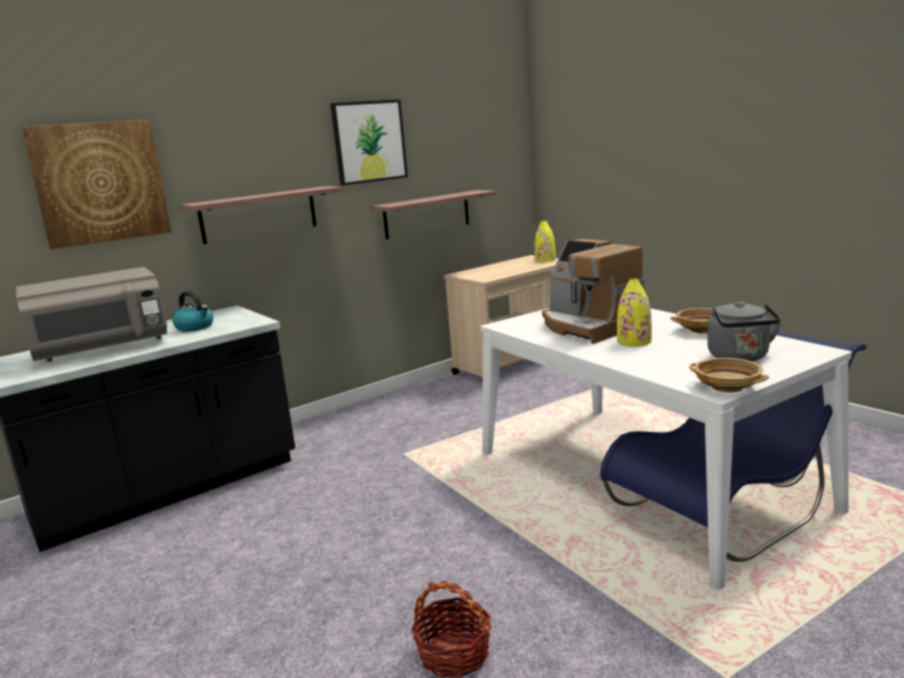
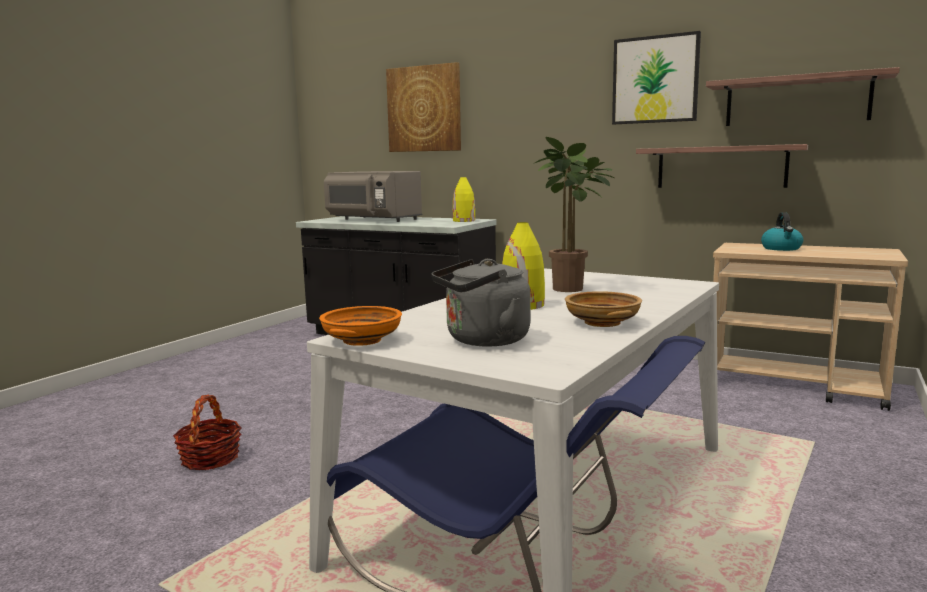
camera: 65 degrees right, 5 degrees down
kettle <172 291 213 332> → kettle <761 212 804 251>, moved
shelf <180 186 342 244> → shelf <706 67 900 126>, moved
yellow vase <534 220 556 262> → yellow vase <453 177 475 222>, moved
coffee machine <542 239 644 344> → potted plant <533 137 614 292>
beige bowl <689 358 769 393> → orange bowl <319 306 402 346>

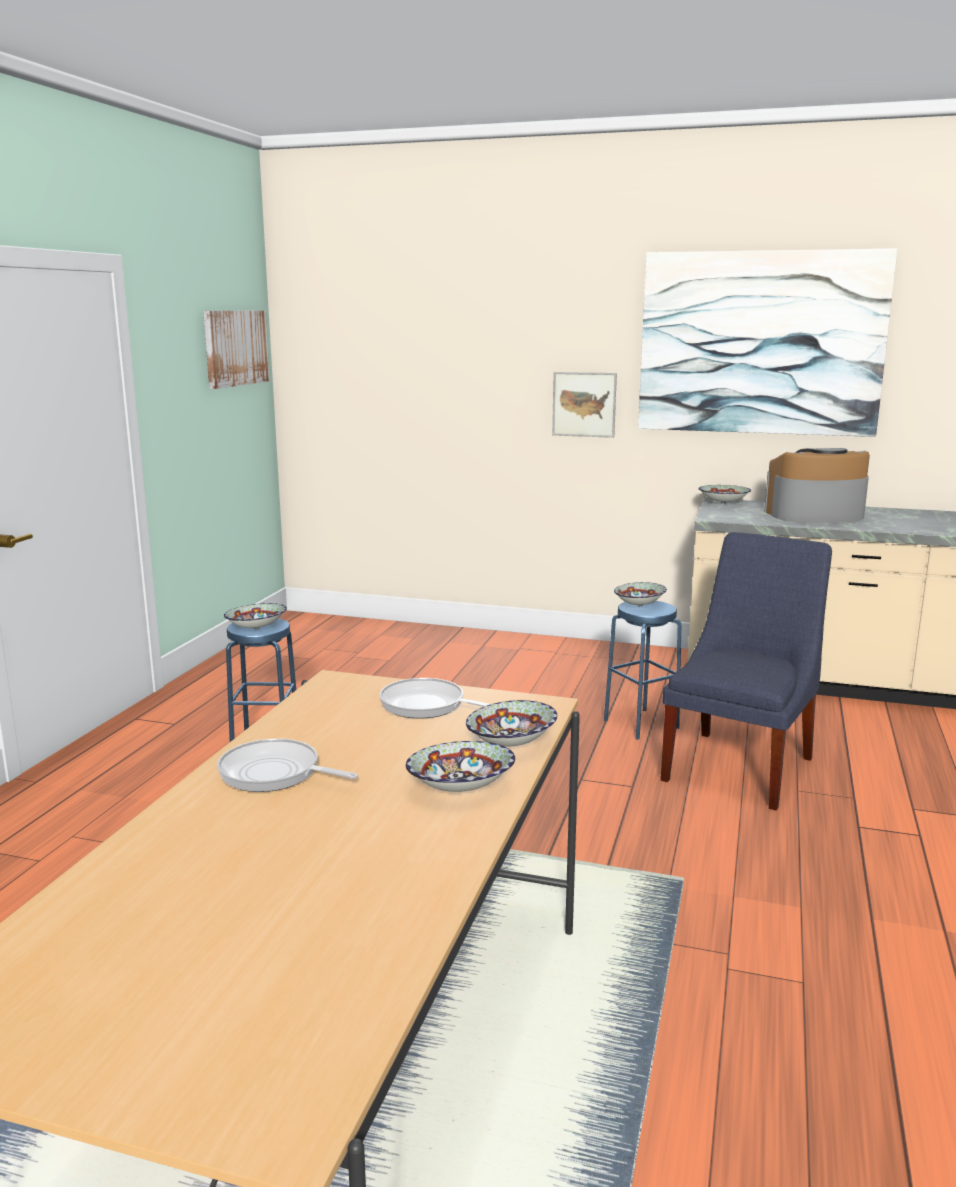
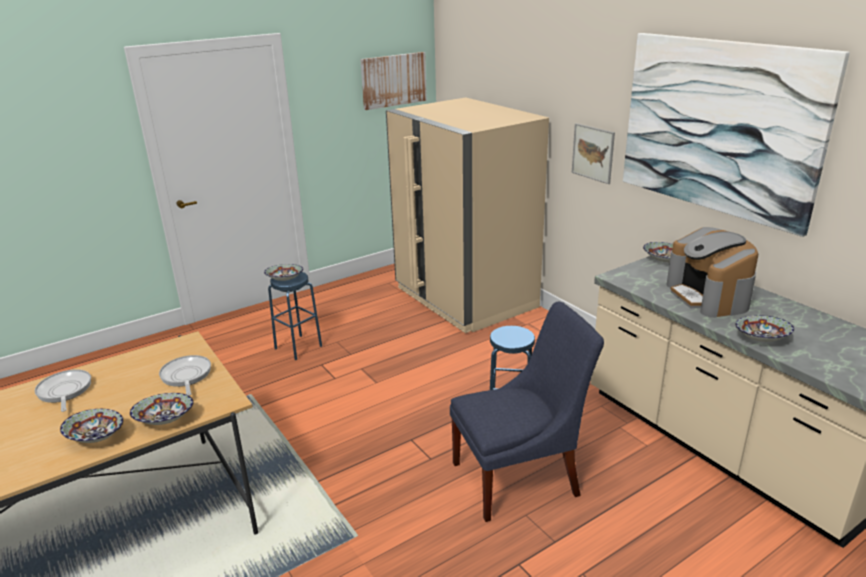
camera: 40 degrees right, 10 degrees up
bowl <614 582 667 606> → bowl <736 315 794 342>, moved
coffee machine <764 448 870 523> → coffee machine <666 227 758 318>, 135 degrees counterclockwise
- → beige fridge <386 97 549 333>

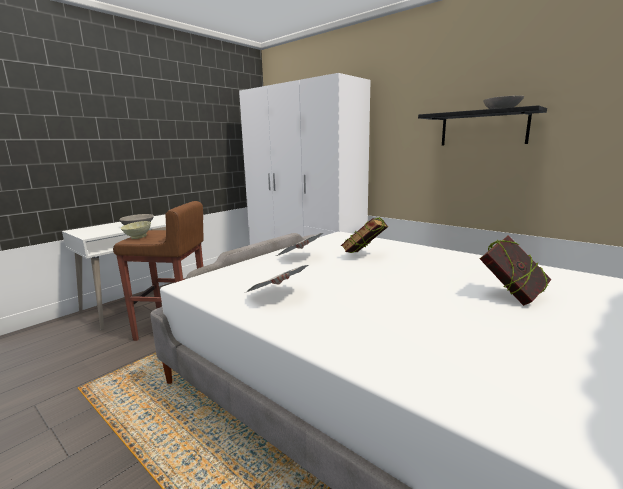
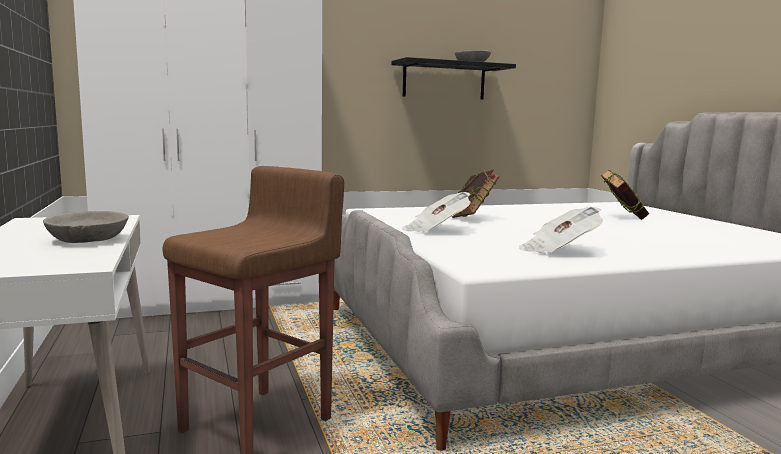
camera: 60 degrees left, 5 degrees down
beige bowl <121 221 151 239> → -

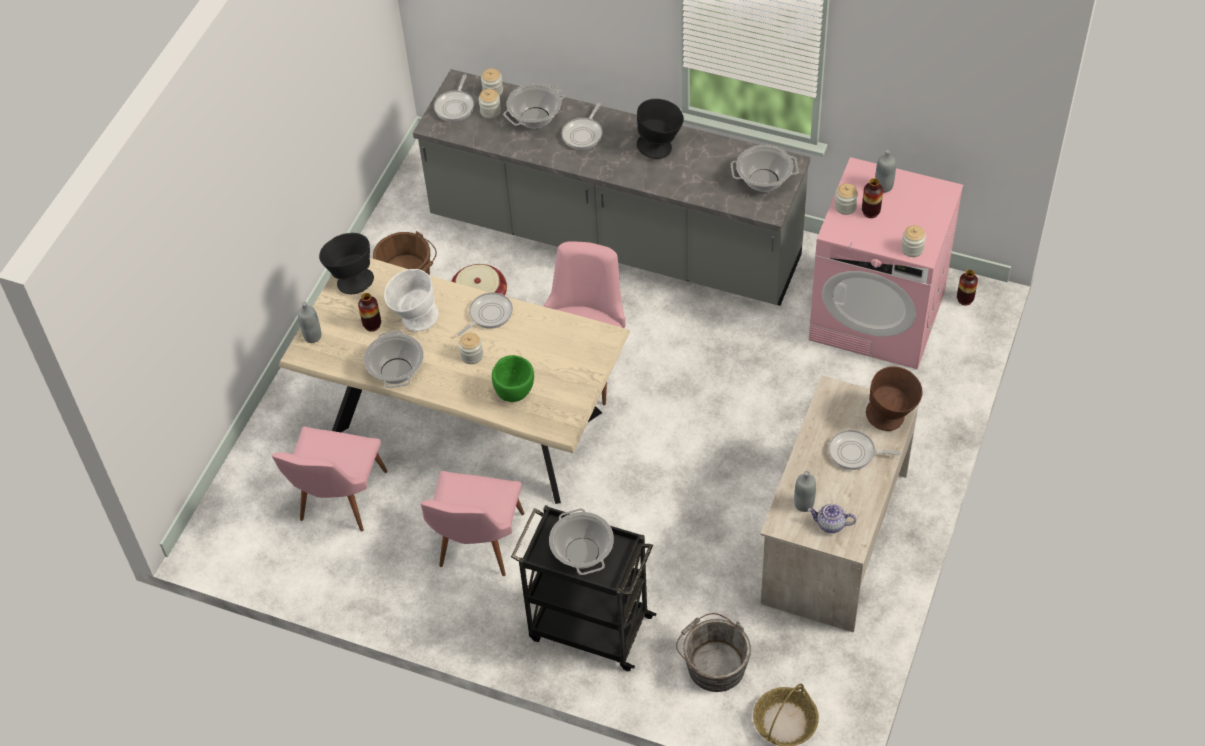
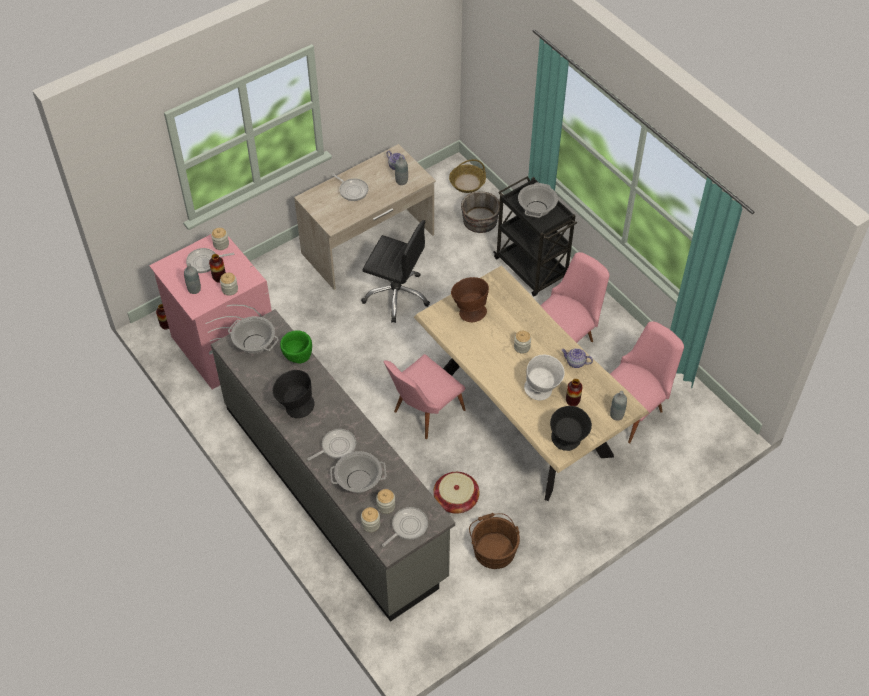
camera: 150 degrees left, 0 degrees up
cooking pot <364 331 424 388> → teapot <561 348 593 368>
frying pan <457 293 513 336> → frying pan <186 248 234 273>, moved
green bowl <492 355 534 402> → green bowl <280 330 312 364>, moved
brown bowl <866 366 923 431> → brown bowl <451 277 489 322>, moved
- → black office chair <361 220 430 323>

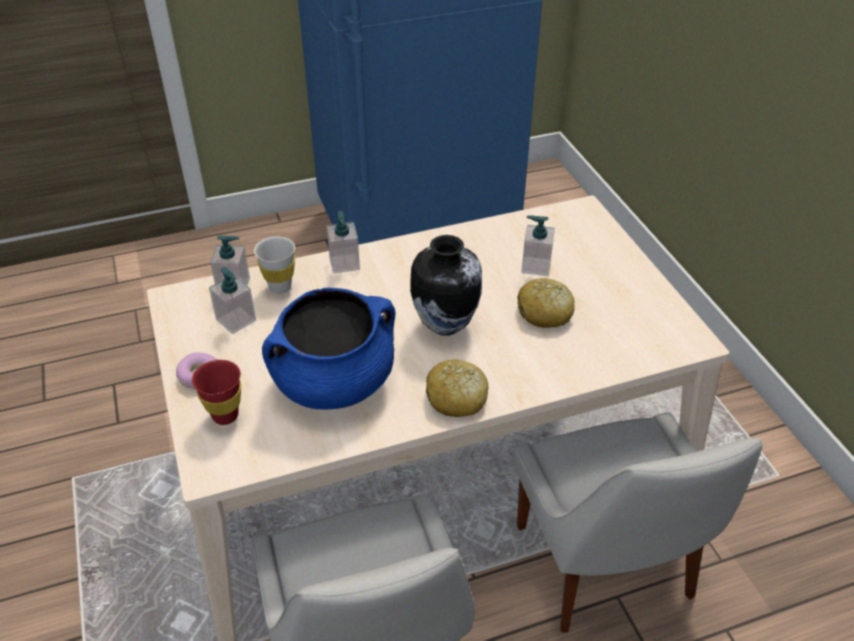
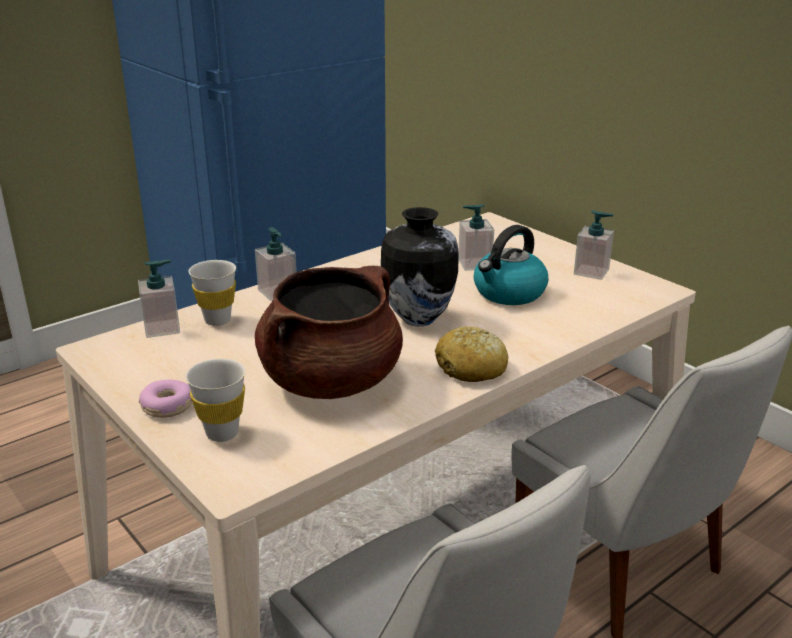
camera: 20 degrees left, 15 degrees down
red cup <192 360 241 425> → white cup <185 359 246 442>
soap dispenser <209 267 256 334> → soap dispenser <574 210 614 280>, moved
blue cooking pot <262 288 395 410> → brown cooking pot <255 266 403 399>
bread <517 278 574 328> → kettle <474 225 548 305>

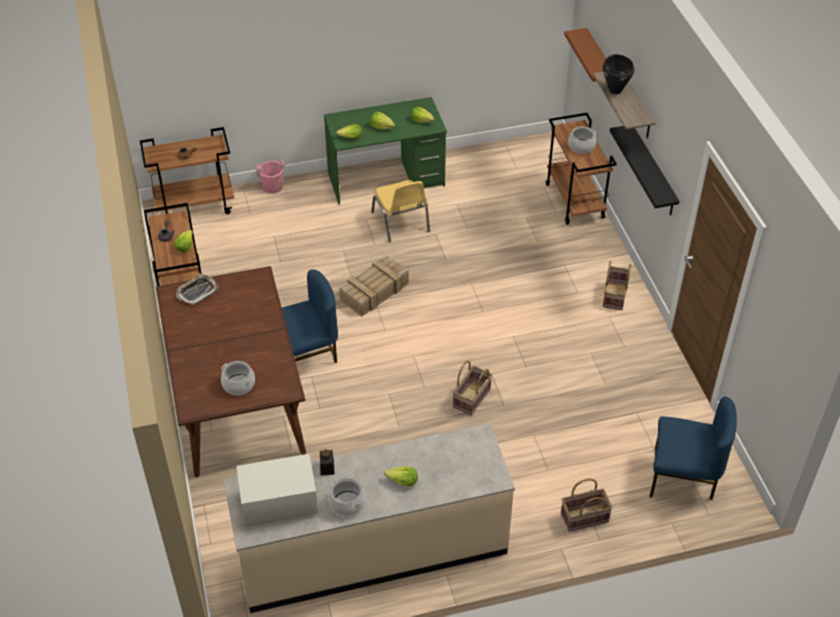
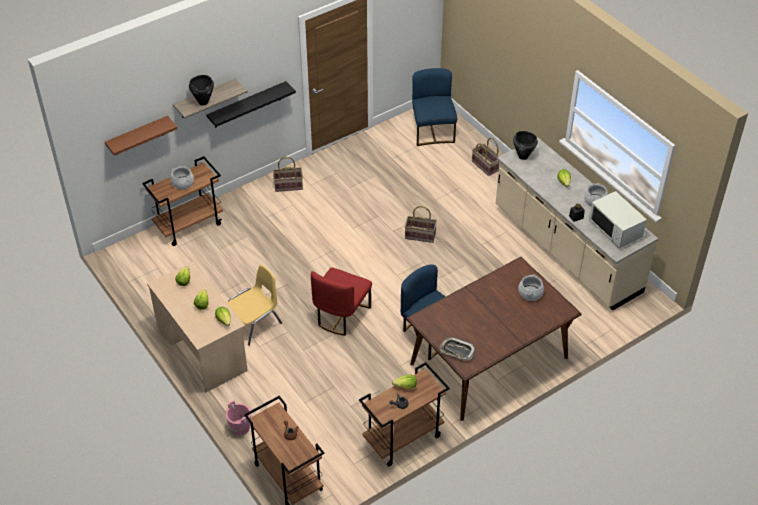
camera: 110 degrees left, 0 degrees up
green desk <324 97 447 205> → beige desk <147 261 248 392>
crate <339 255 409 317> → red chair <311 267 372 336>
- → black cooking pot <513 131 538 160>

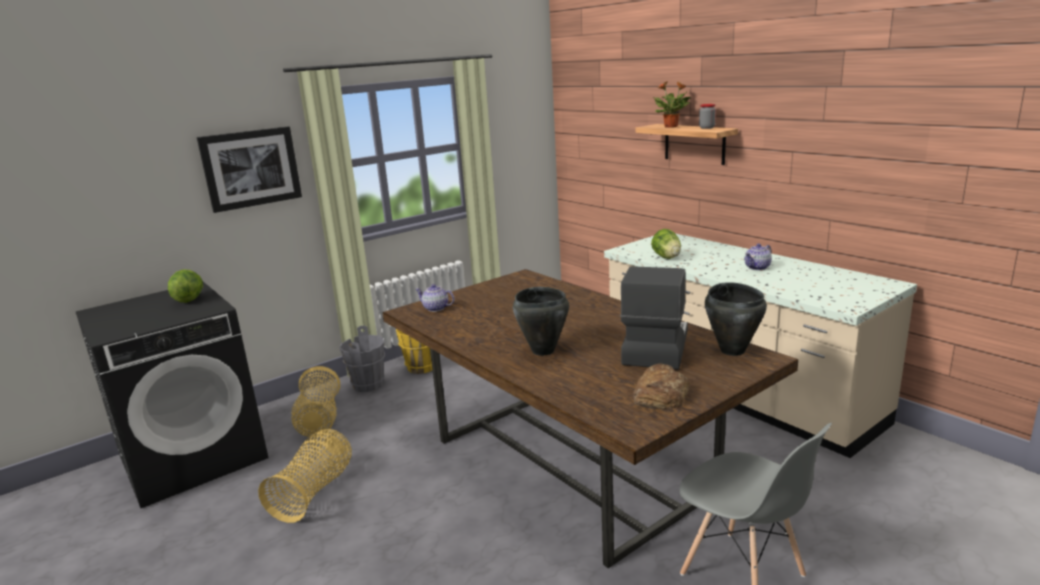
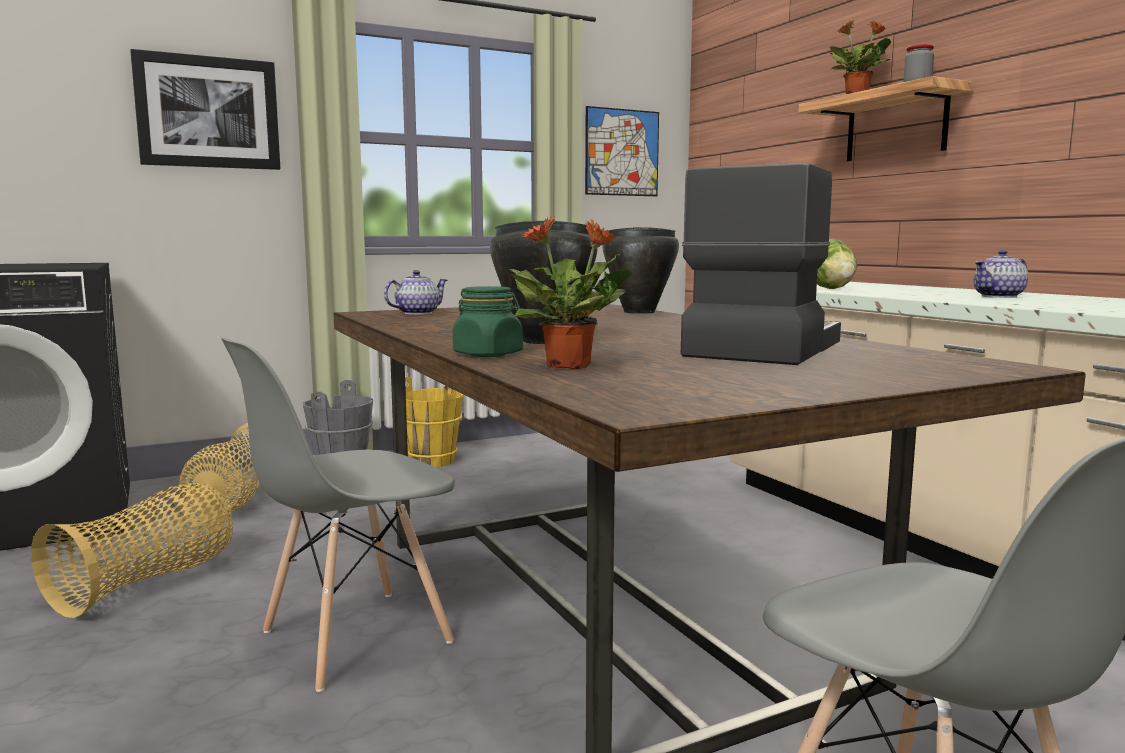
camera: 10 degrees right, 10 degrees down
lettuce <168 269 203 303> → -
teapot <415 284 455 312> → teapot <384 270 448 315>, 105 degrees clockwise
bread <633 363 690 409> → -
black cooking pot <705 282 767 356> → black cooking pot <602 227 679 314>, moved
- → grey chair <221 337 455 692>
- → green jar <453 286 523 357>
- → potted plant <509 217 632 369>
- → picture <585 106 659 196>

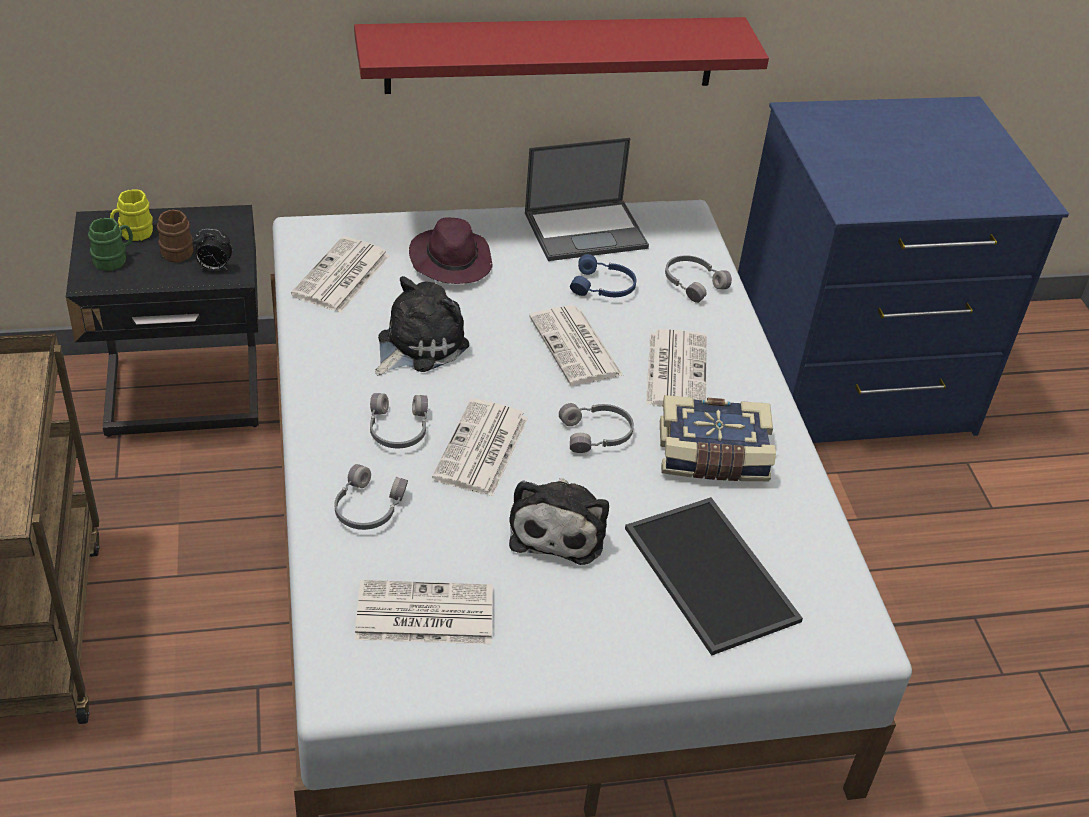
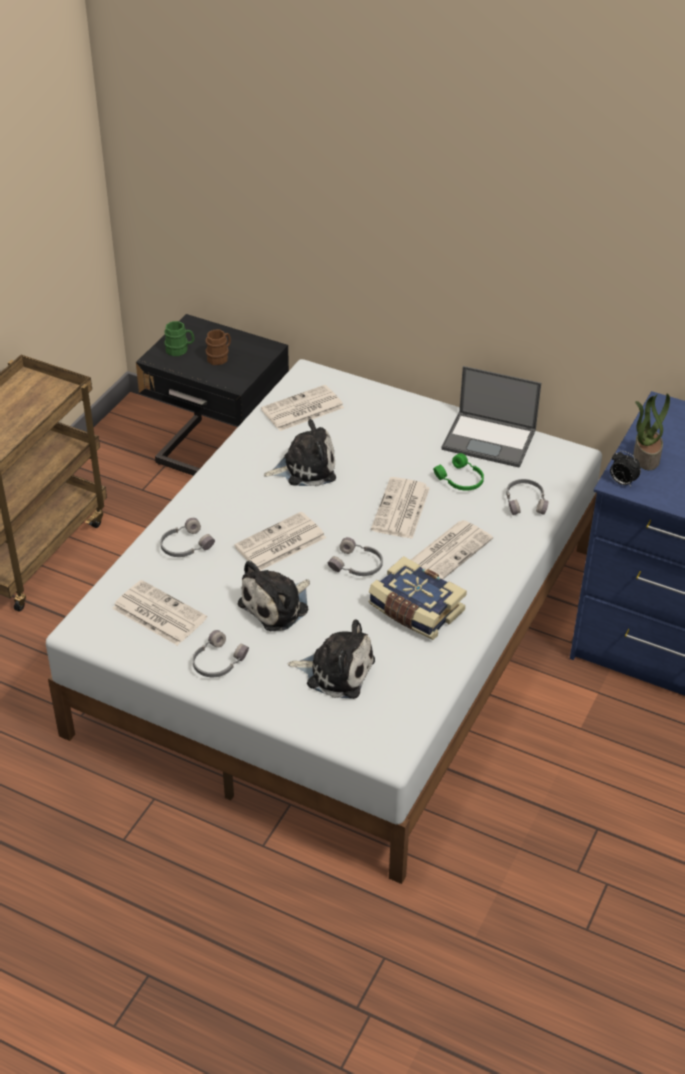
camera: 40 degrees right, 0 degrees up
yellow mug <110 189 153 241> → -
alarm clock <192 229 232 270> → alarm clock <610 451 641 487>, moved
red shelf <354 17 769 94> → -
grey headphones <370 393 428 448> → grey headphones <193 630 249 677>, moved
purple hat <409 217 492 284> → -
blue headphones <570 254 636 297> → green headphones <433 453 484 491>
tray <625 497 803 656> → plush toy <287 619 375 699>
- → potted plant <633 394 670 470>

